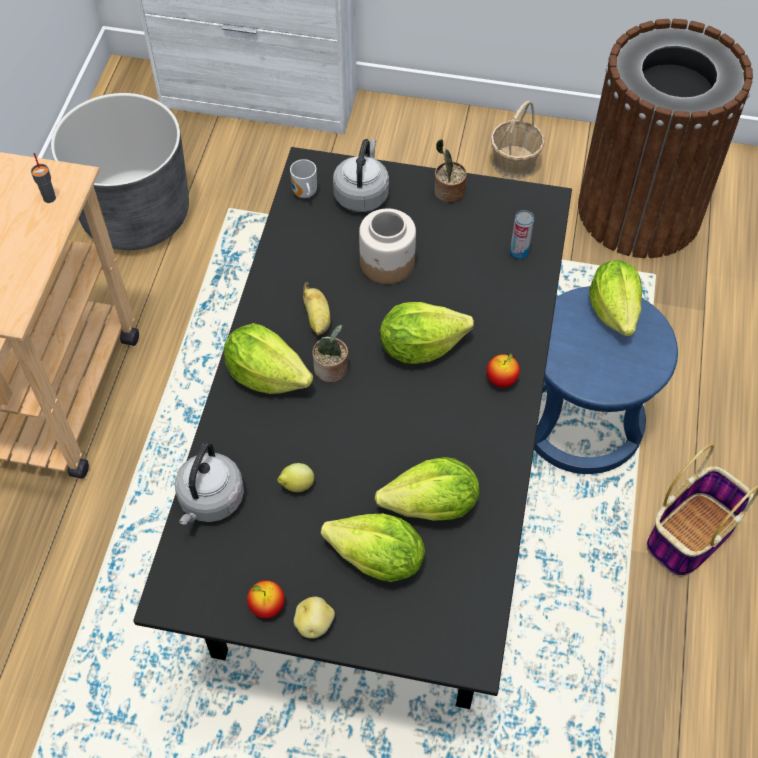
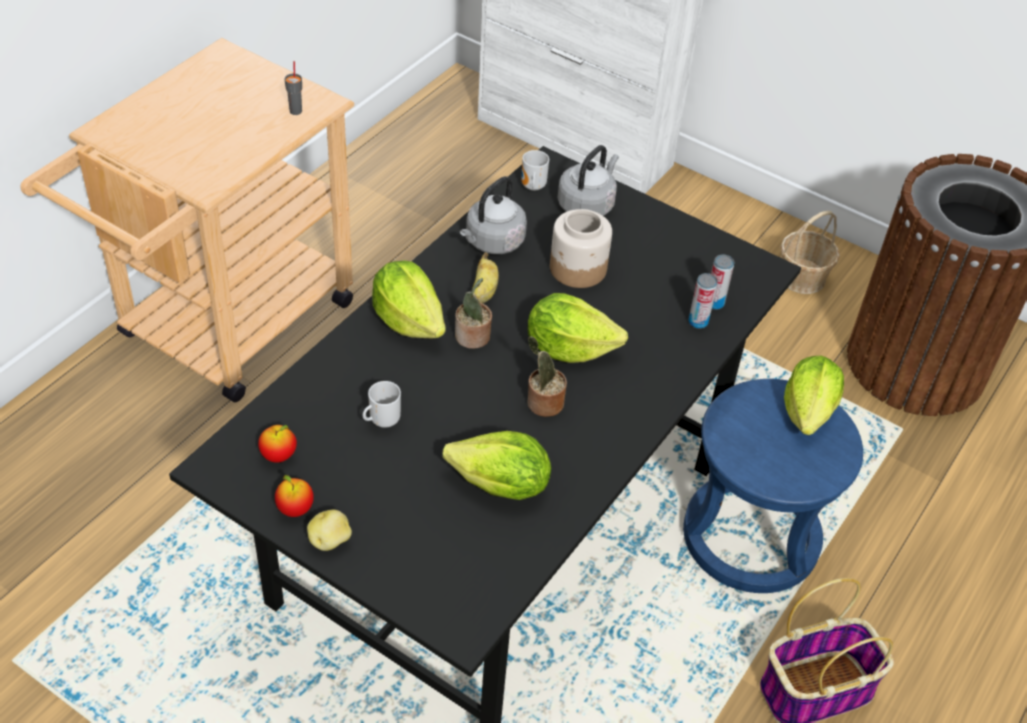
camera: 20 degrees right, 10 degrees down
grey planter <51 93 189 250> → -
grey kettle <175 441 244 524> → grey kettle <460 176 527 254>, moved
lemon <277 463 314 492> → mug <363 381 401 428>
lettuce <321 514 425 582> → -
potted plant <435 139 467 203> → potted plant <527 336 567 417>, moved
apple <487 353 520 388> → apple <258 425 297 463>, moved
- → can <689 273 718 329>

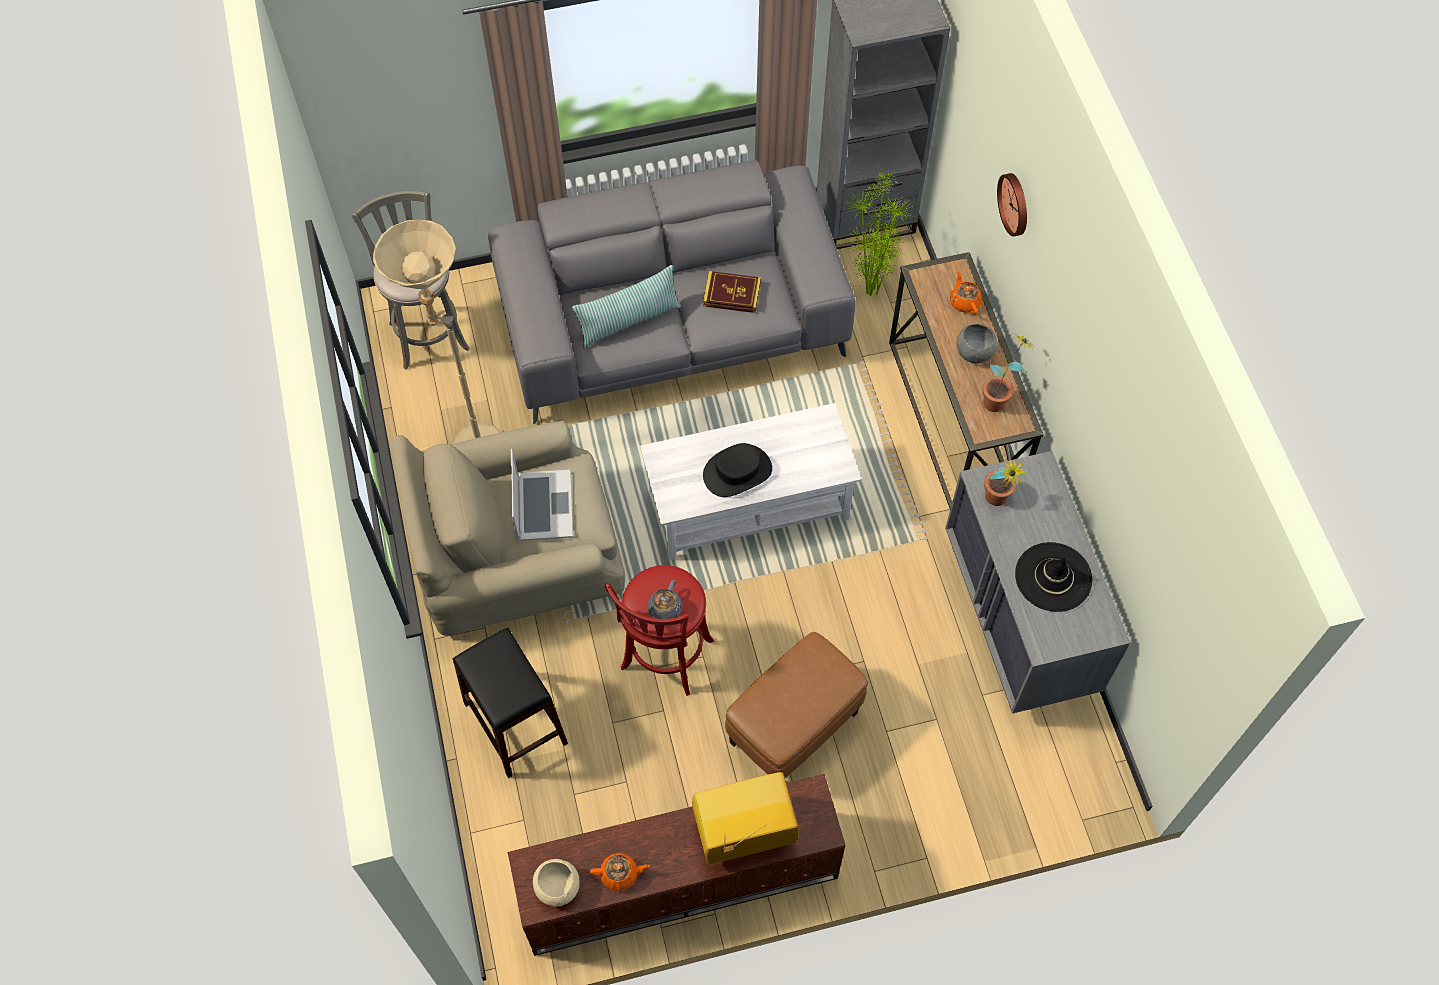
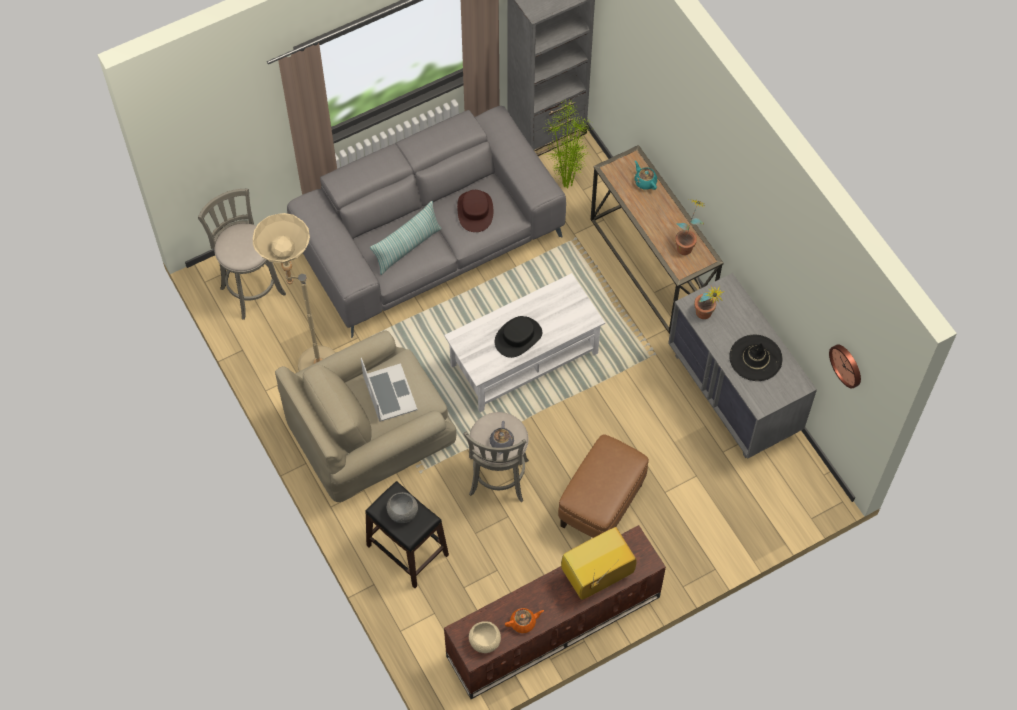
camera: 15 degrees left, 0 degrees up
red stool <605 565 714 696> → grey stool <464 412 529 502>
book <703 271 761 313> → brown hat <457 190 493 232>
orange teapot <950 270 982 315> → turquoise teapot <634 161 657 190>
grey bowl <957 324 998 364> → grey bowl <387 492 418 523>, moved
wall clock <997 173 1027 237> → wall clock <829 344 861 388>, moved

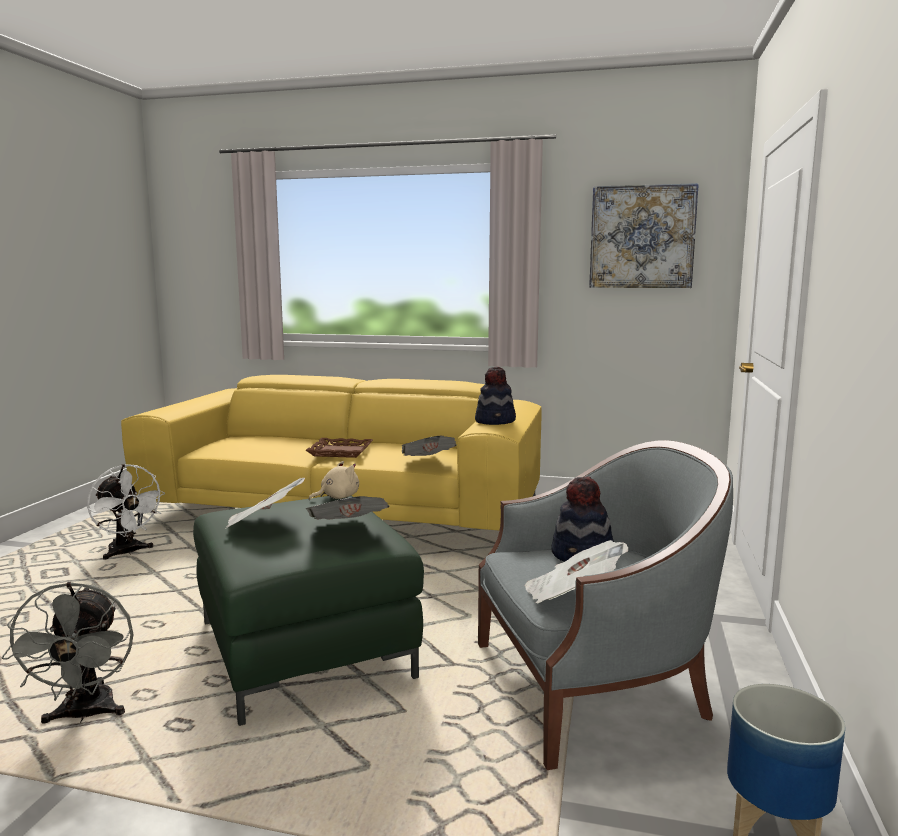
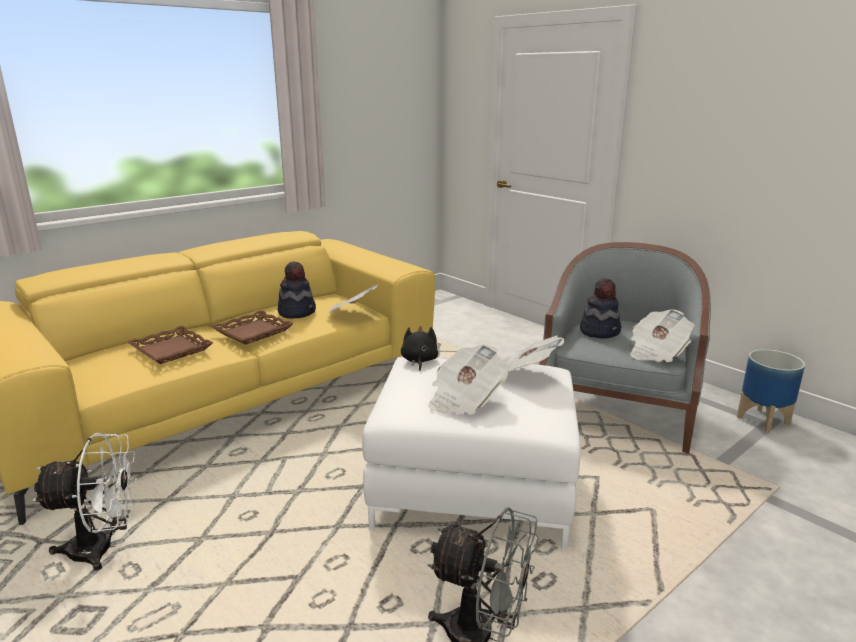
camera: 55 degrees left, 10 degrees up
green ottoman <193 496 424 726> → white ottoman <362 357 581 551>
beige plush toy <309 461 359 500> → black plush toy <401 326 438 371>
hat <475 366 516 425> → hat <278 261 316 319>, moved
picture <589 183 699 288> → -
- → brown tray <127 326 213 364>

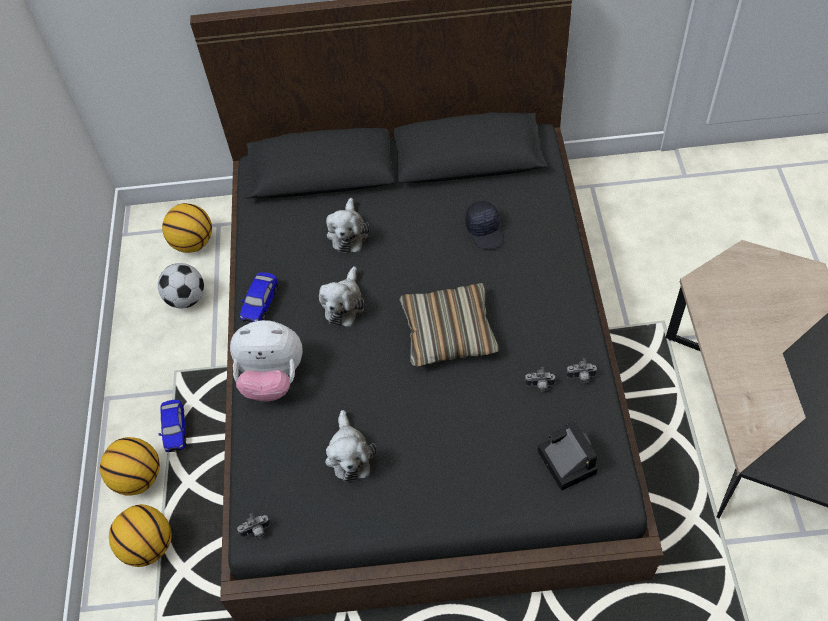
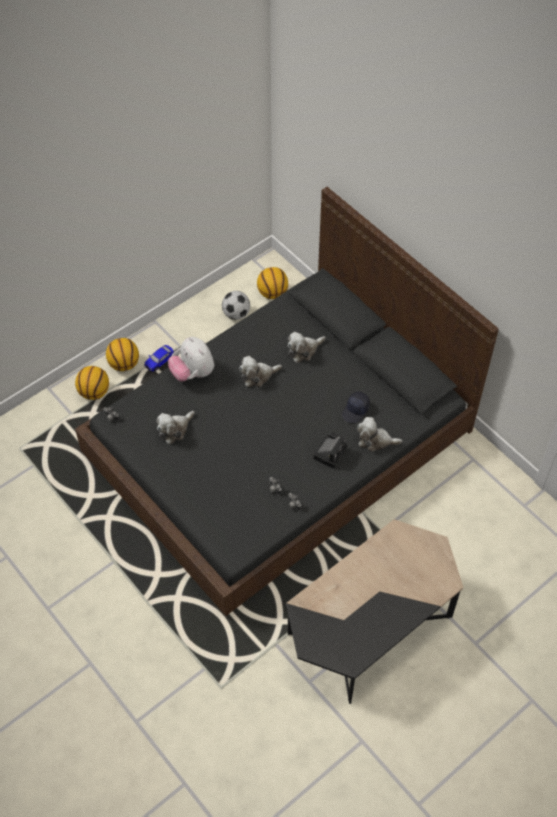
camera: 50 degrees right, 0 degrees up
toy car <240 272 278 323> → -
pillow <399 283 499 367> → -
photo camera <537 421 598 491> → photo camera <313 432 347 469>, moved
- → plush toy <357 417 402 452>

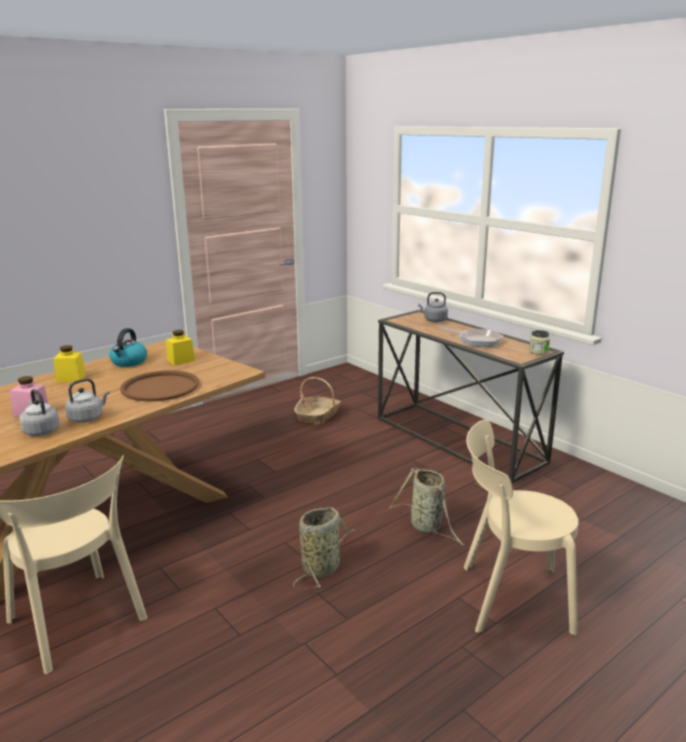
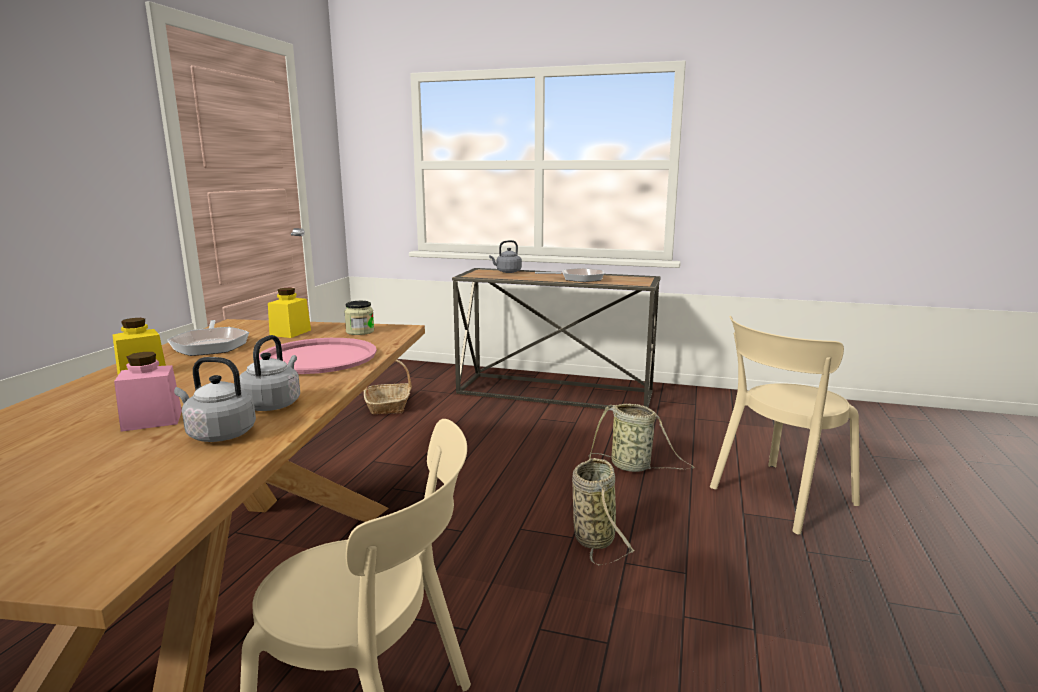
camera: 35 degrees left, 5 degrees down
kettle <109 328 147 367> → frying pan <167 320 249 356>
brown tray <120 370 199 401> → pink tray <259 338 377 374>
jar <529 330 550 355> → jar <344 301 374 335>, moved

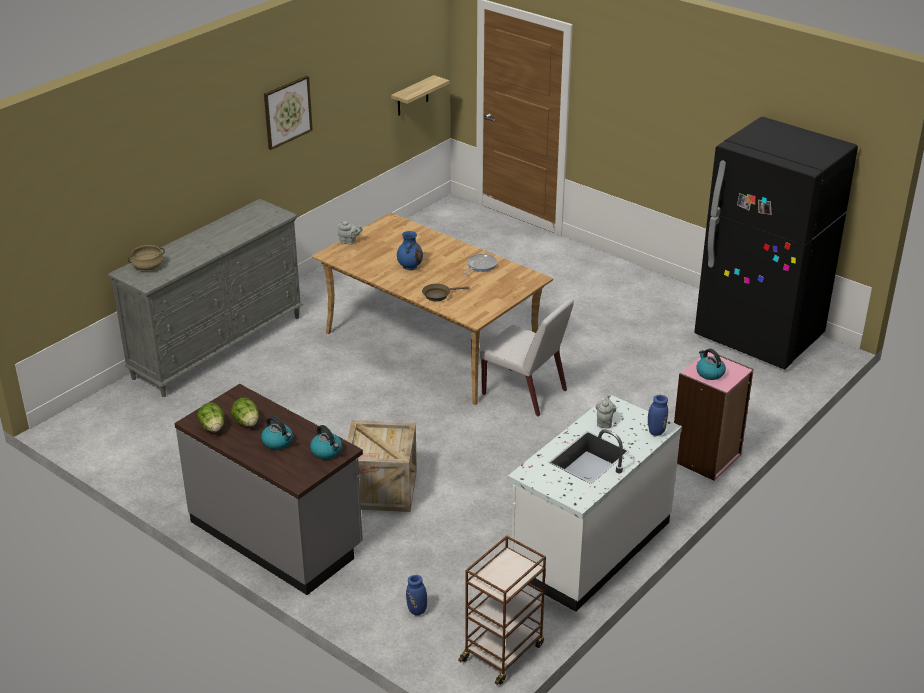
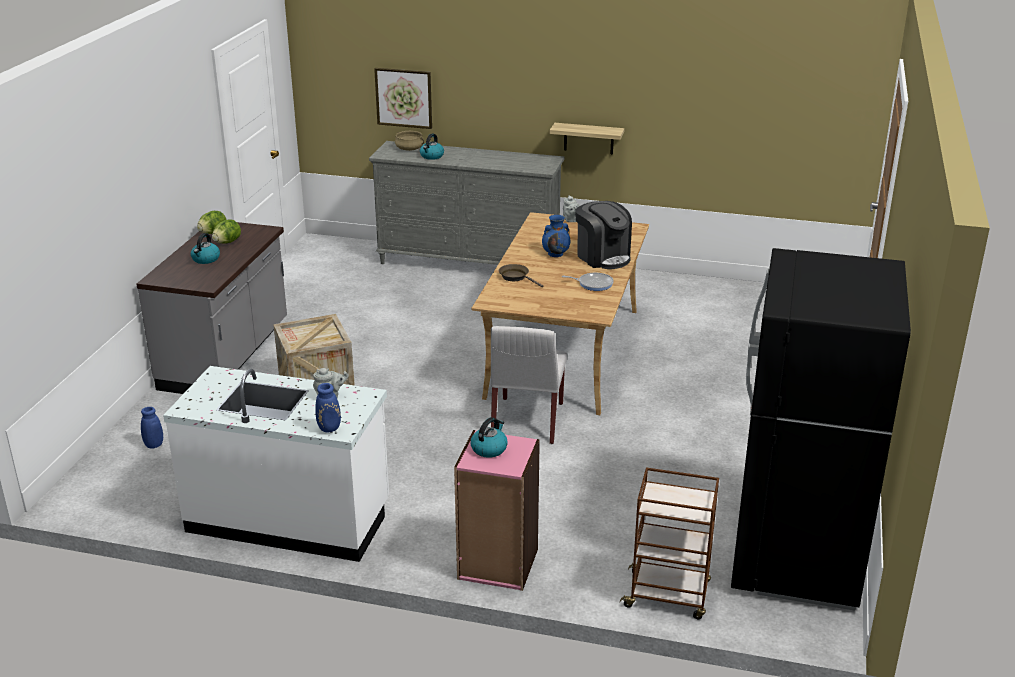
camera: 65 degrees right, 5 degrees down
picture <264 76 313 150> → picture <374 68 432 129>, moved
kettle <310 425 342 459> → kettle <420 134 444 160>, moved
shelf <391 75 449 116> → shelf <550 123 624 154>, moved
brown cart <458 535 546 685> → brown cart <620 467 719 619>, moved
- → coffee machine <575 201 632 269>

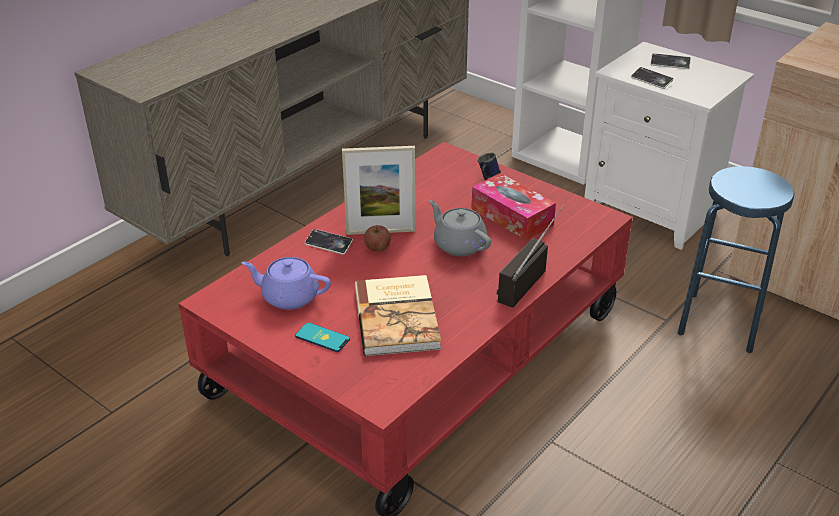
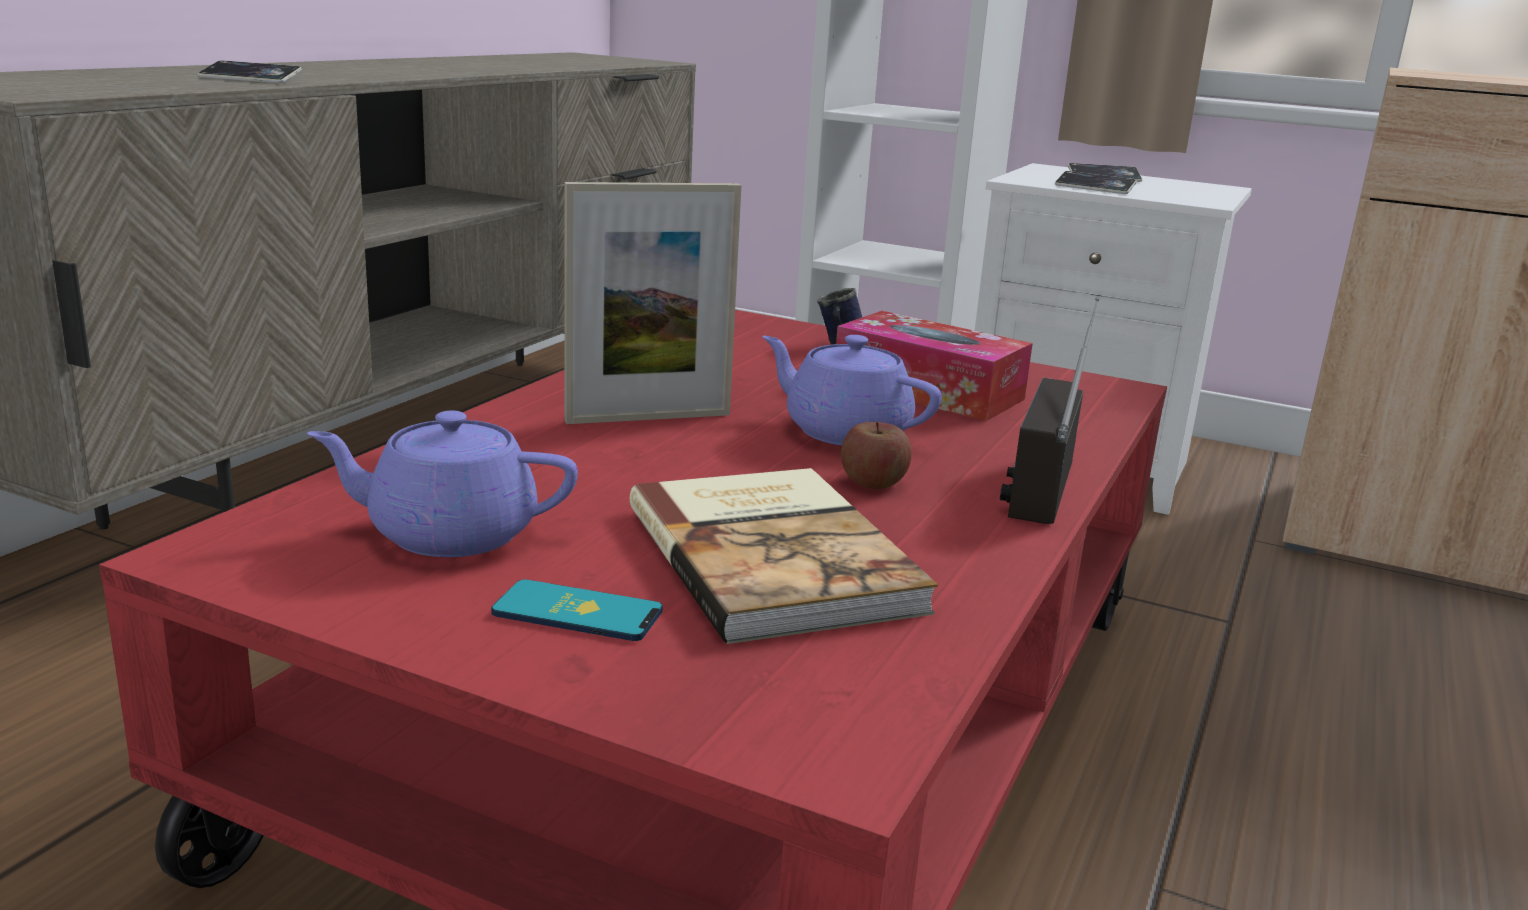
camera: 15 degrees left, 15 degrees down
phone <305 229 353 254> → phone <198 60 302 83>, moved
apple <364 225 391 252> → apple <841 422 912 489>, moved
grey teapot <429 200 491 256> → purple teapot <762 335 942 446>
blue stool <678 166 794 353> → -

